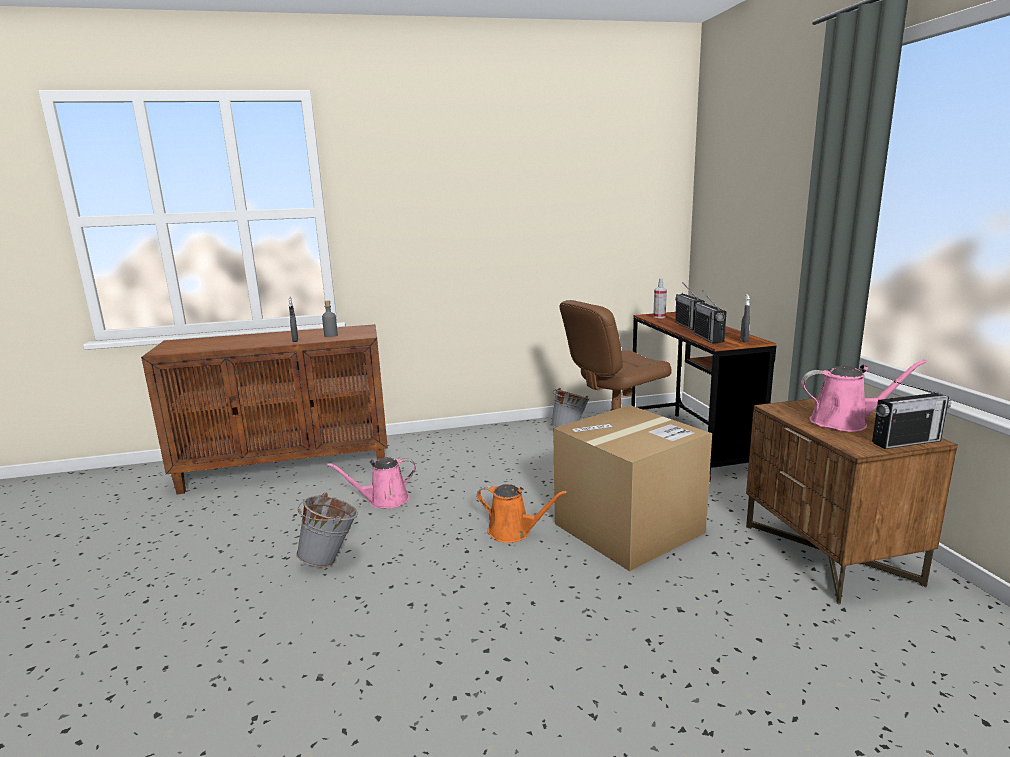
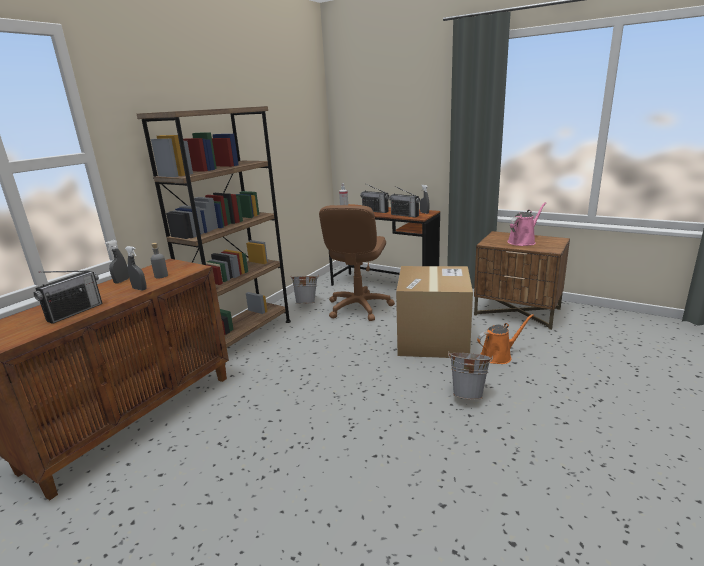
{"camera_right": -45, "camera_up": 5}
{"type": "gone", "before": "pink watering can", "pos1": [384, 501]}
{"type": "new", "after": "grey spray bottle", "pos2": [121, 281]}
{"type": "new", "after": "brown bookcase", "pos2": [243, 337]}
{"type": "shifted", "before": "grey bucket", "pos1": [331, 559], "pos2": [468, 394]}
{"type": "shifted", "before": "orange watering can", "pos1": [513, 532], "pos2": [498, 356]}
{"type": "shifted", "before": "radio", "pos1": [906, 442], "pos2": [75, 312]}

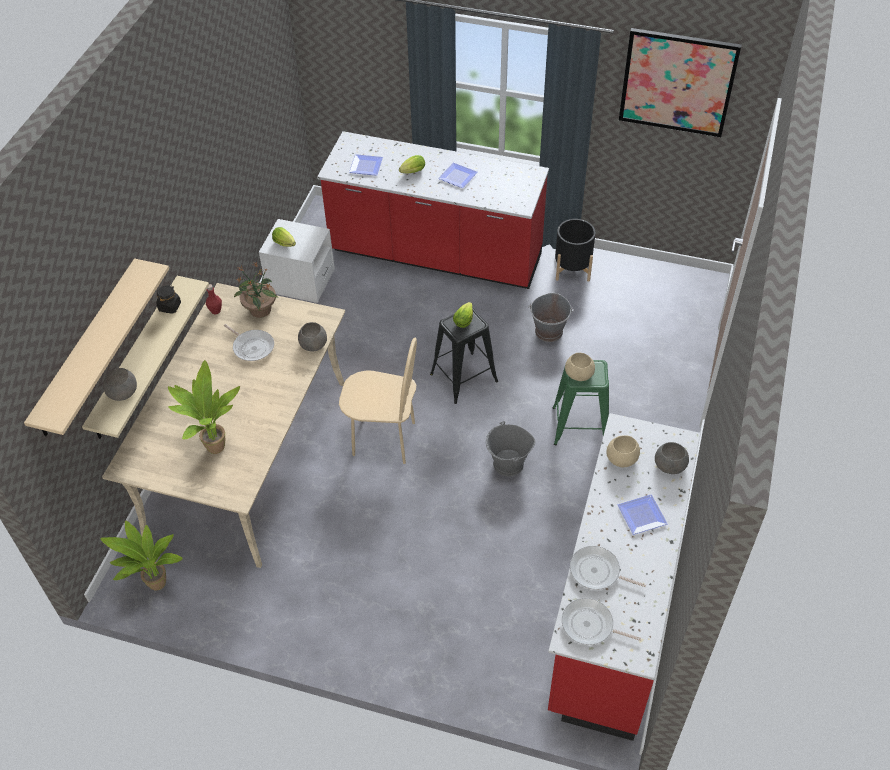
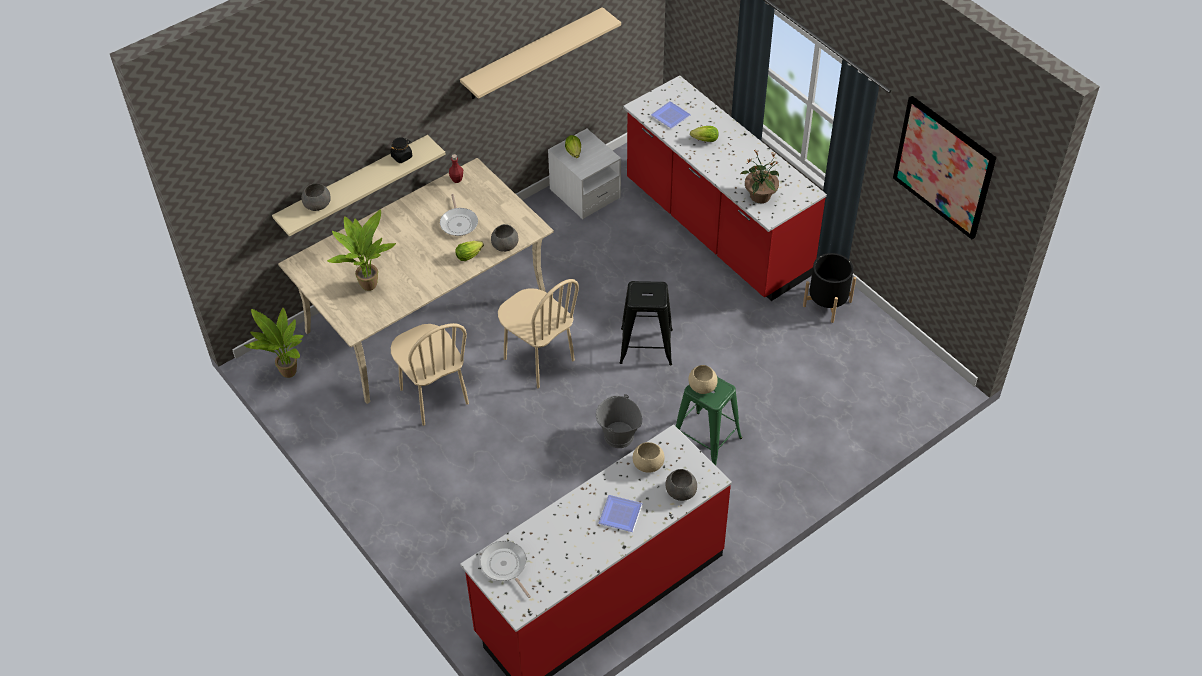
{"camera_right": 35, "camera_up": 0}
{"type": "gone", "before": "plate", "pos1": [459, 176]}
{"type": "gone", "before": "grey bucket", "pos1": [549, 332]}
{"type": "gone", "before": "frying pan", "pos1": [597, 572]}
{"type": "new", "after": "beige chair", "pos2": [433, 397]}
{"type": "shifted", "before": "beige shelf", "pos1": [87, 348], "pos2": [533, 54]}
{"type": "shifted", "before": "potted plant", "pos1": [260, 310], "pos2": [760, 196]}
{"type": "shifted", "before": "lettuce", "pos1": [464, 319], "pos2": [470, 255]}

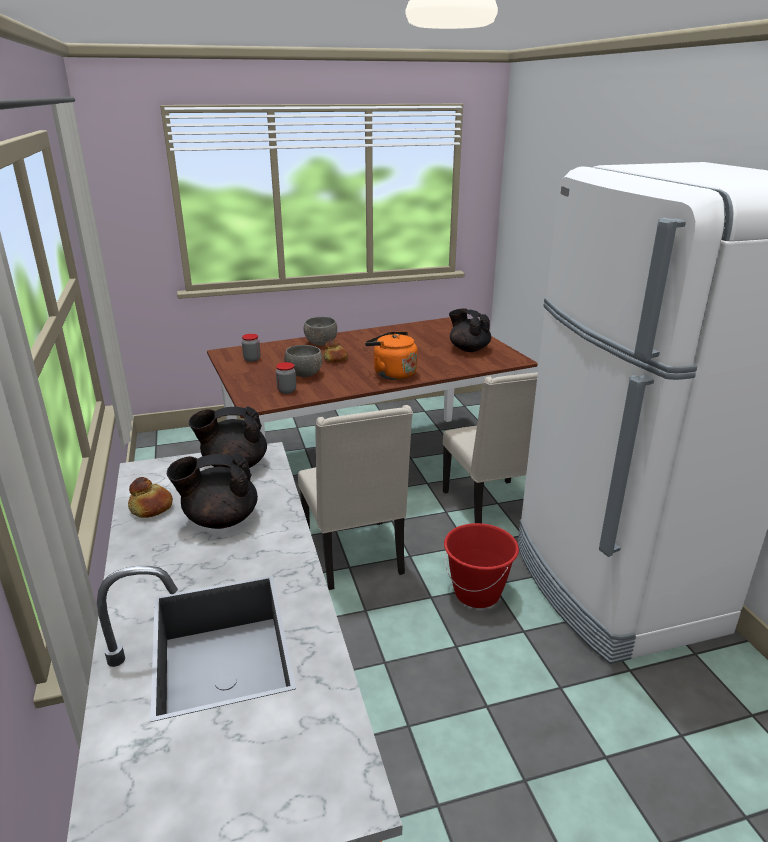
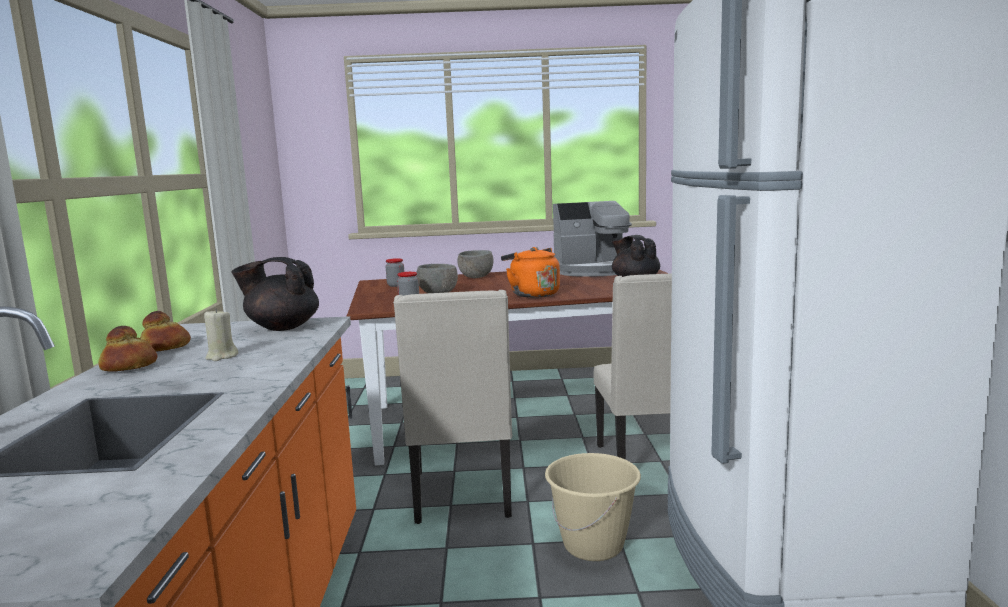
{"camera_right": 15, "camera_up": -15}
{"type": "new", "after": "coffee machine", "pos2": [592, 271]}
{"type": "shifted", "before": "bread", "pos1": [335, 359], "pos2": [129, 367]}
{"type": "swapped", "before": "black teapot", "after": "beige candle", "pos1": [220, 519], "pos2": [221, 357]}
{"type": "repainted", "before": "red bucket", "after": "beige bucket", "pos1": [477, 593], "pos2": [594, 545]}

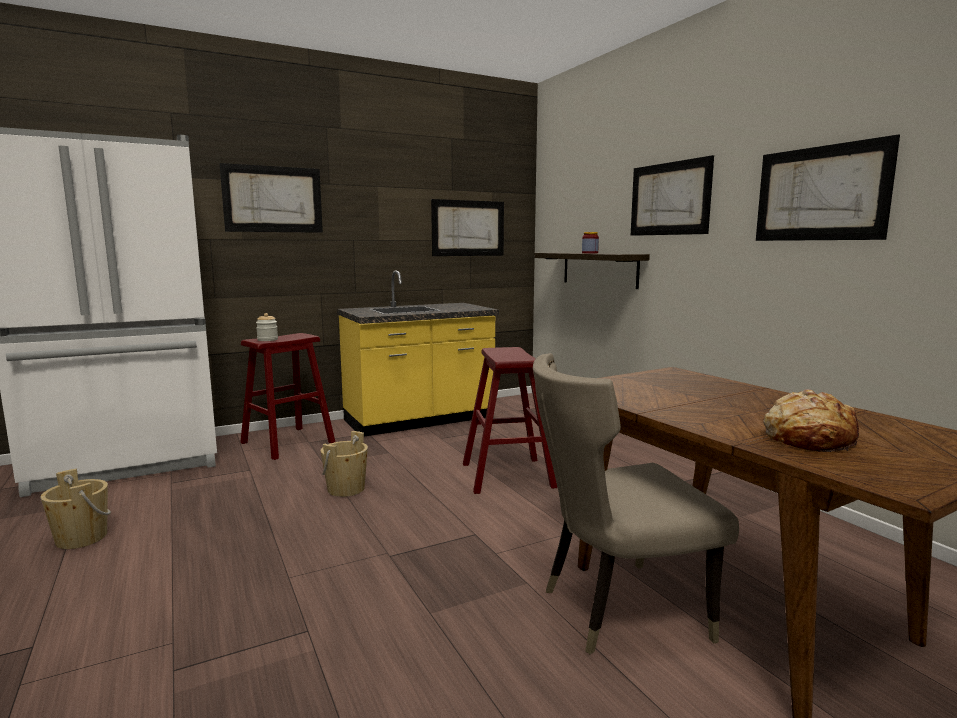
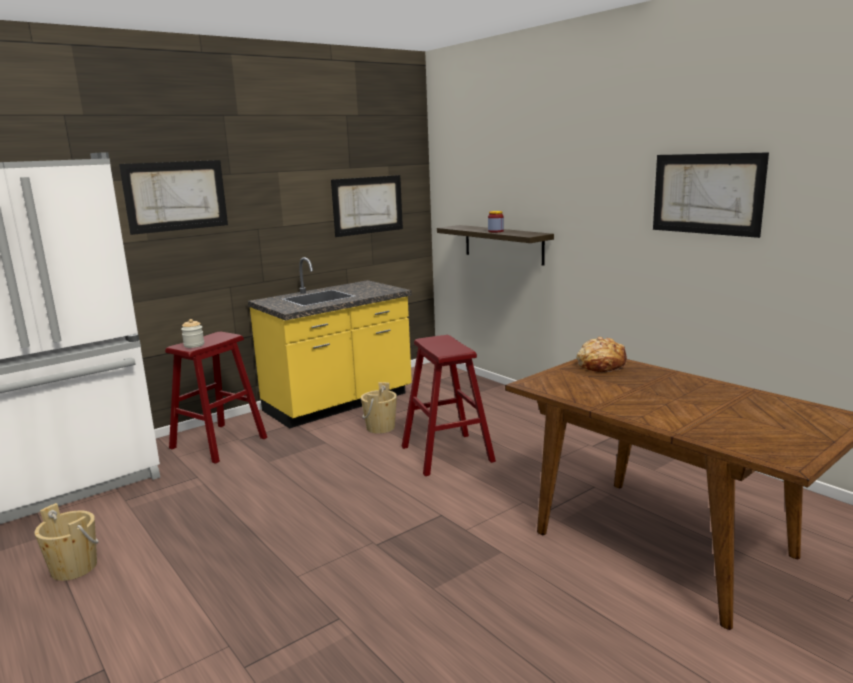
{"camera_right": -10, "camera_up": 5}
{"type": "gone", "before": "beige chair", "pos1": [616, 610]}
{"type": "gone", "before": "picture", "pos1": [669, 199]}
{"type": "shifted", "before": "beige bucket", "pos1": [346, 489], "pos2": [380, 427]}
{"type": "shifted", "before": "bread", "pos1": [808, 438], "pos2": [601, 365]}

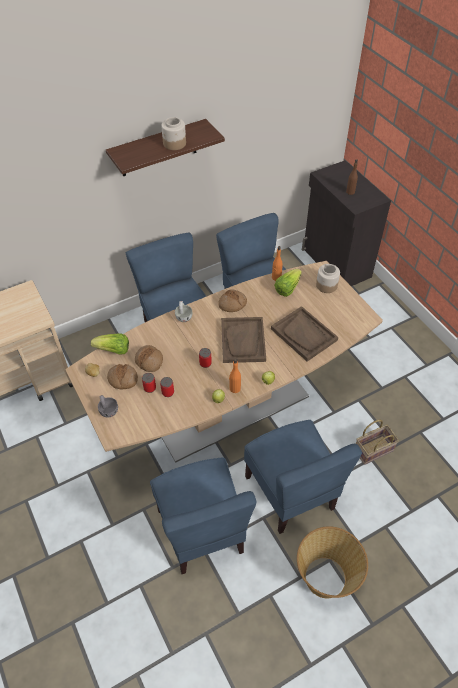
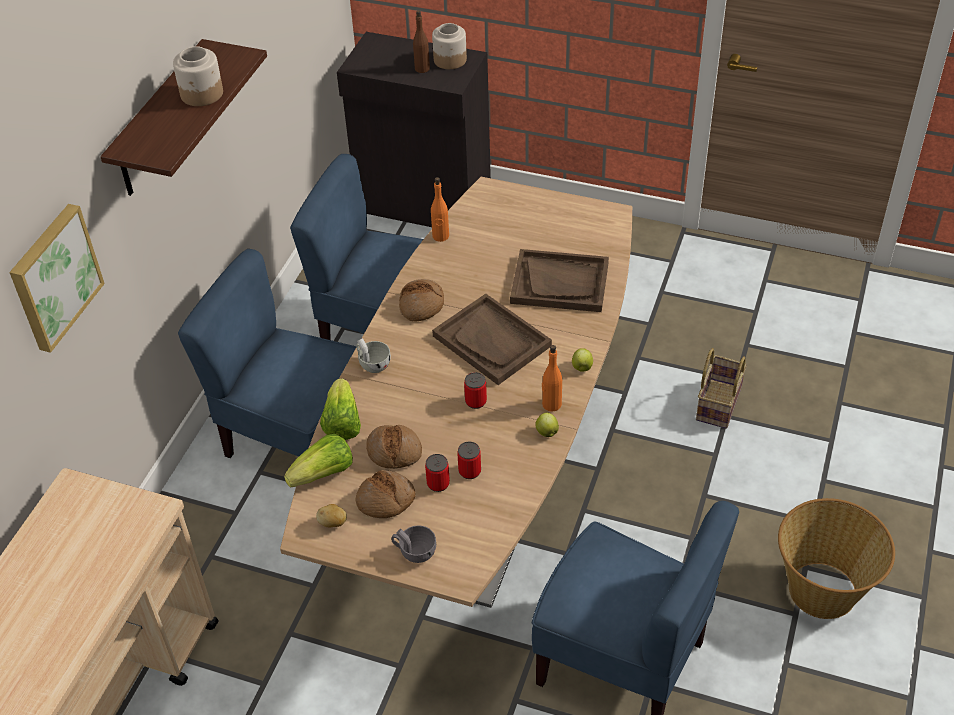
{"camera_right": -40, "camera_up": -5}
{"type": "gone", "before": "blue chair", "pos1": [291, 492]}
{"type": "new", "after": "picture", "pos2": [53, 276]}
{"type": "shifted", "before": "lettuce", "pos1": [287, 288], "pos2": [342, 422]}
{"type": "shifted", "before": "jar", "pos1": [326, 285], "pos2": [449, 60]}

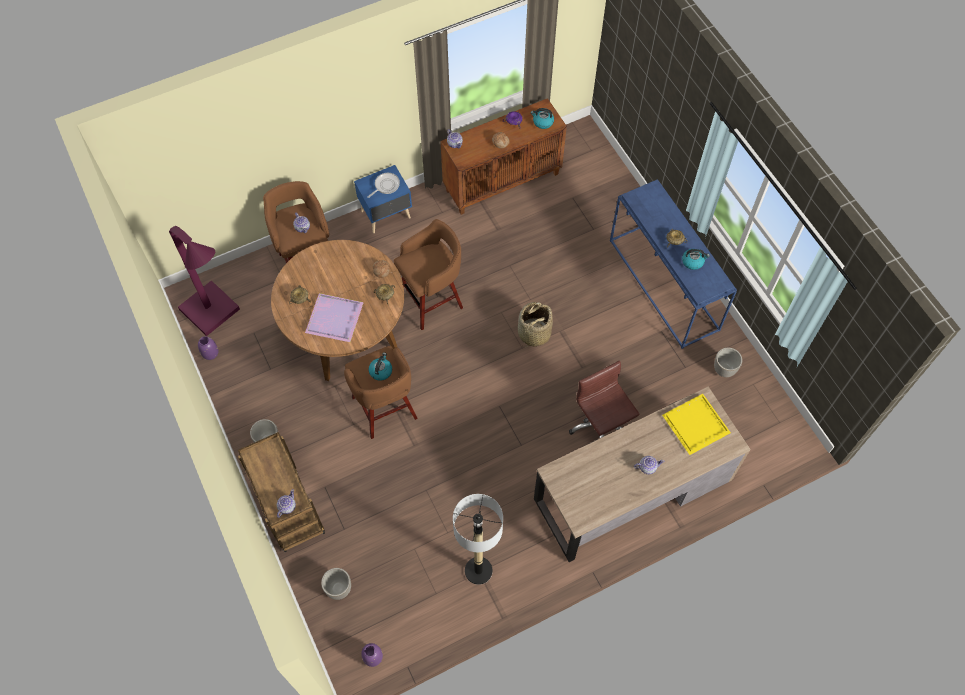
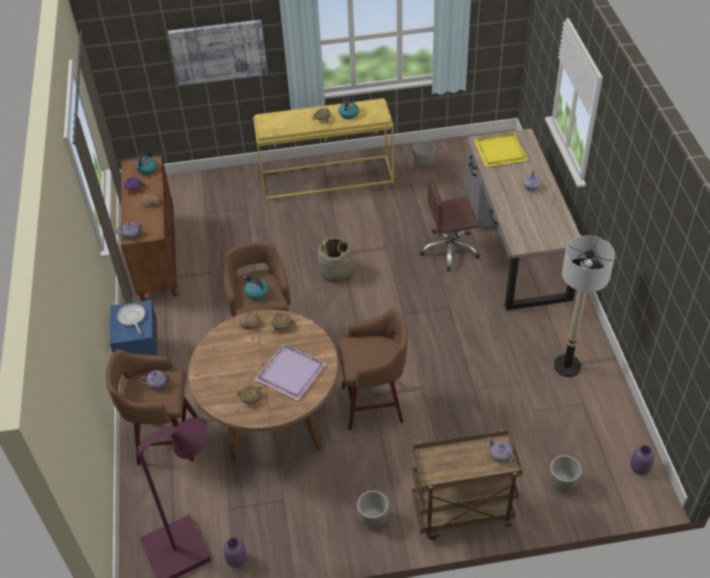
{"camera_right": -70, "camera_up": -15}
{"type": "new", "after": "picture", "pos2": [218, 51]}
{"type": "shifted", "before": "kettle", "pos1": [381, 371], "pos2": [256, 292]}
{"type": "repainted", "before": "blue console table", "after": "yellow console table", "pos1": [664, 285], "pos2": [327, 177]}

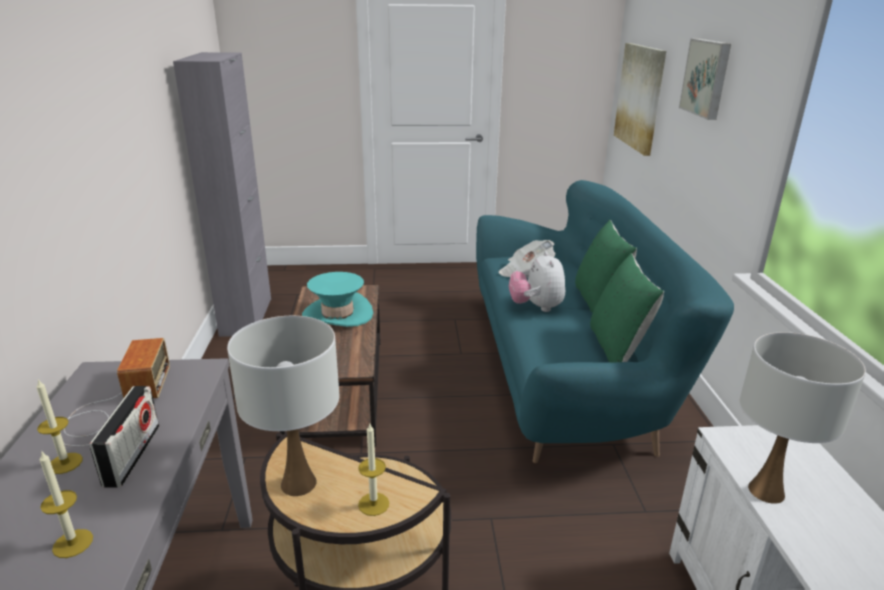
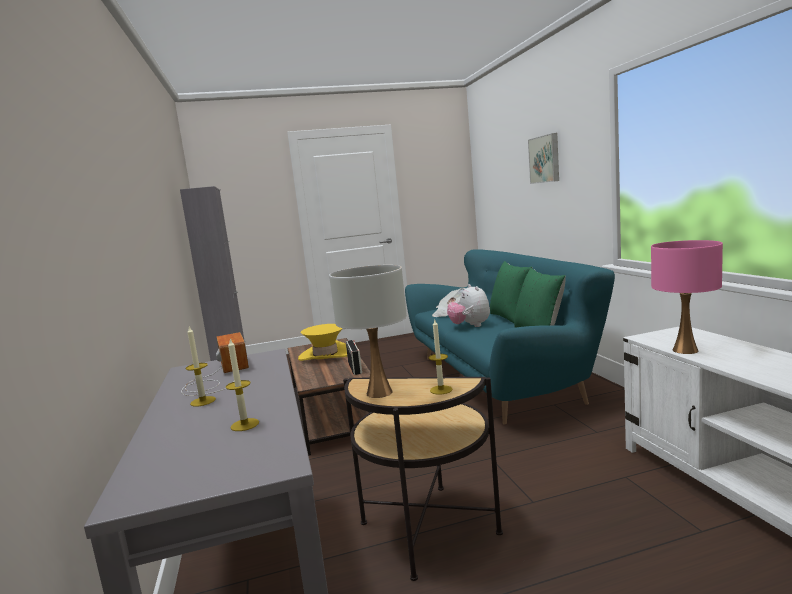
{"camera_right": -10, "camera_up": -15}
{"type": "gone", "before": "picture", "pos1": [640, 97]}
{"type": "shifted", "before": "radio", "pos1": [132, 455], "pos2": [355, 368]}
{"type": "repainted", "before": "turquoise hat", "after": "yellow hat", "pos1": [337, 314], "pos2": [325, 355]}
{"type": "repainted", "before": "white table lamp", "after": "pink table lamp", "pos1": [767, 491], "pos2": [685, 350]}

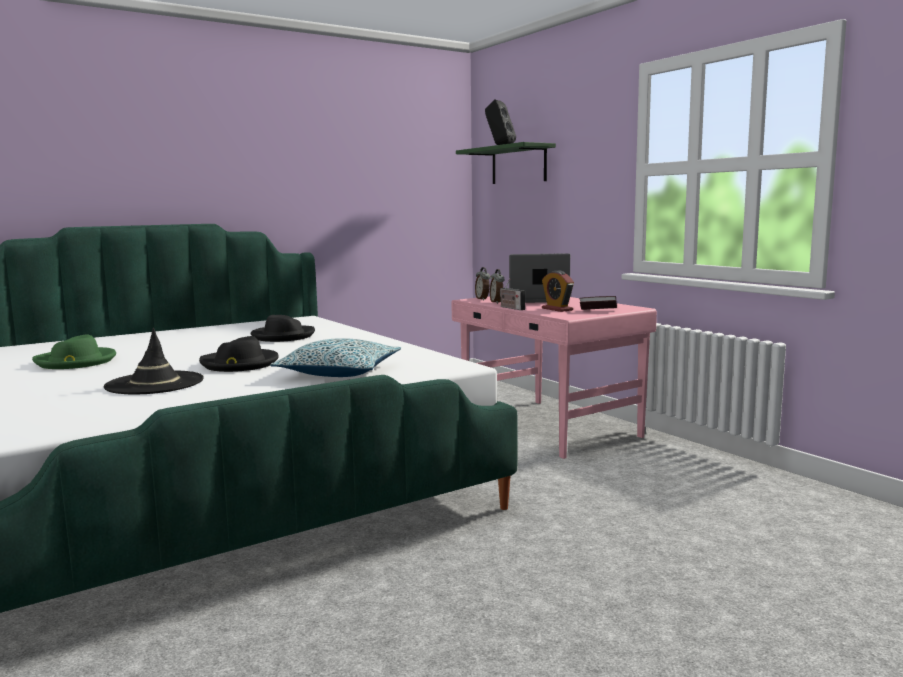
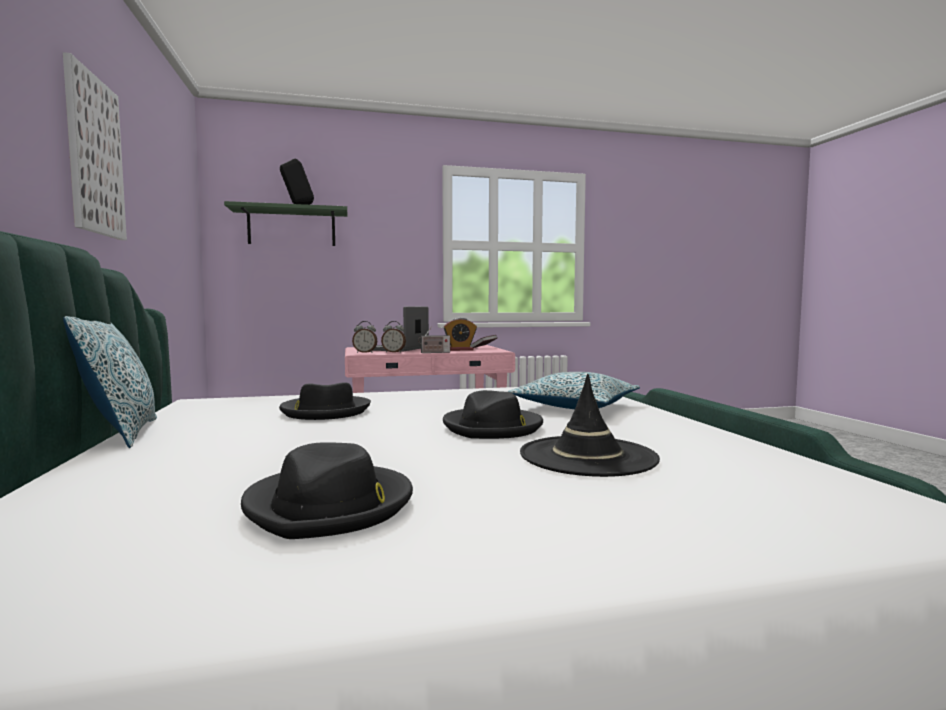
{"camera_right": -70, "camera_up": -5}
{"type": "new", "after": "picture", "pos2": [94, 156]}
{"type": "new", "after": "pillow", "pos2": [121, 433]}
{"type": "repainted", "before": "green hat", "after": "black hat", "pos1": [76, 362], "pos2": [331, 505]}

